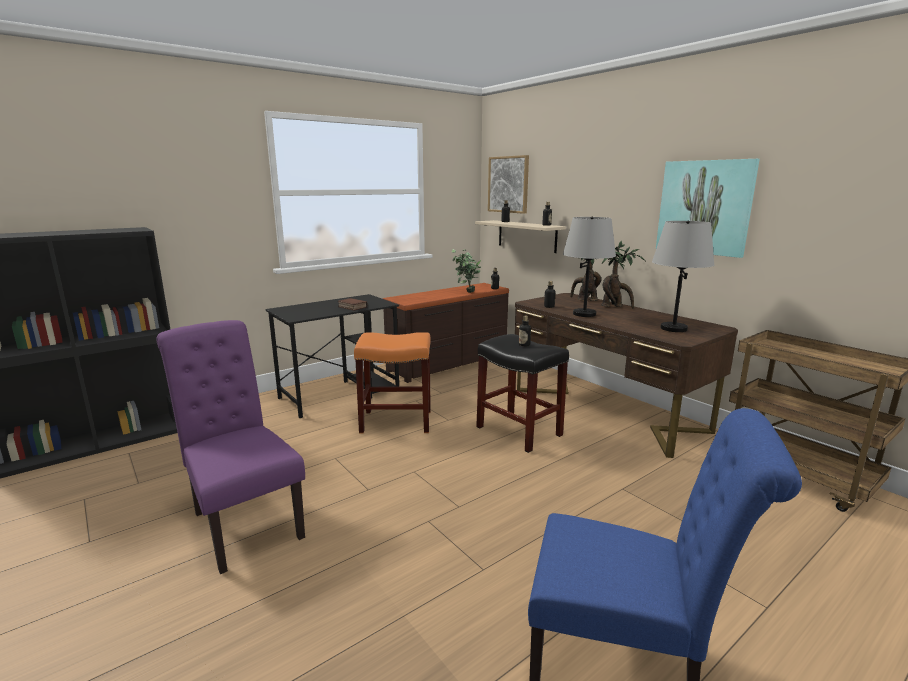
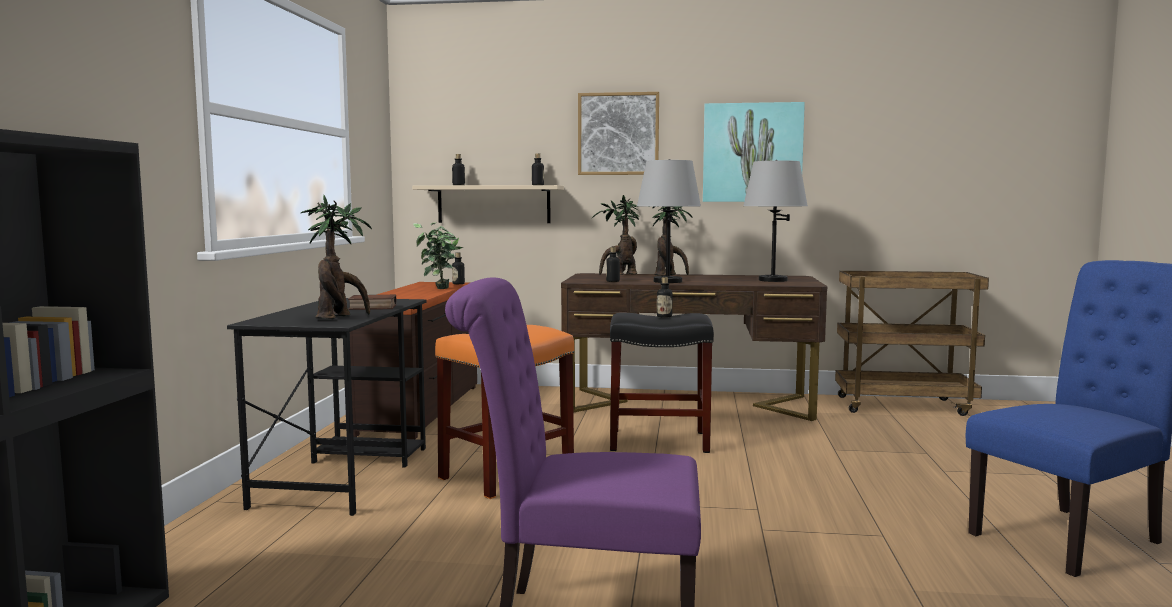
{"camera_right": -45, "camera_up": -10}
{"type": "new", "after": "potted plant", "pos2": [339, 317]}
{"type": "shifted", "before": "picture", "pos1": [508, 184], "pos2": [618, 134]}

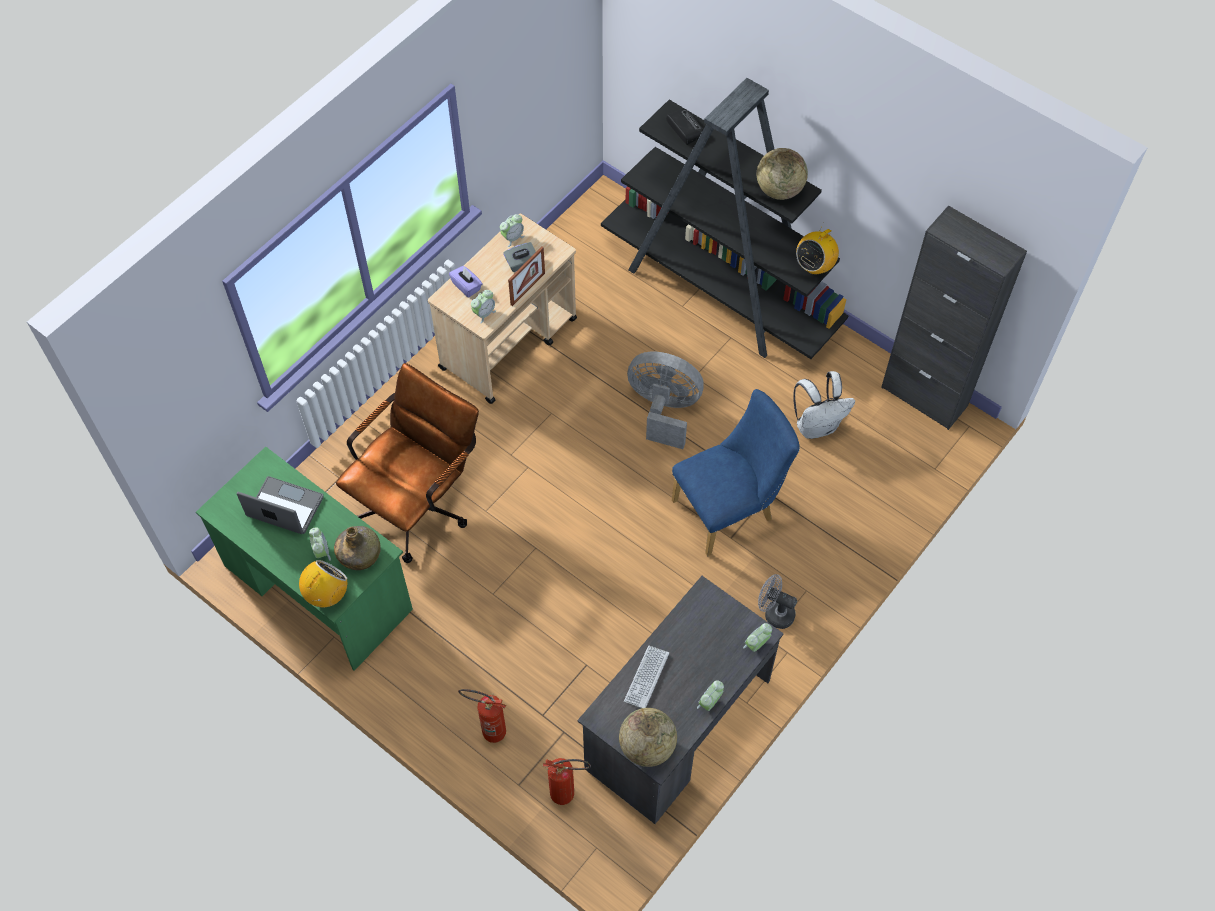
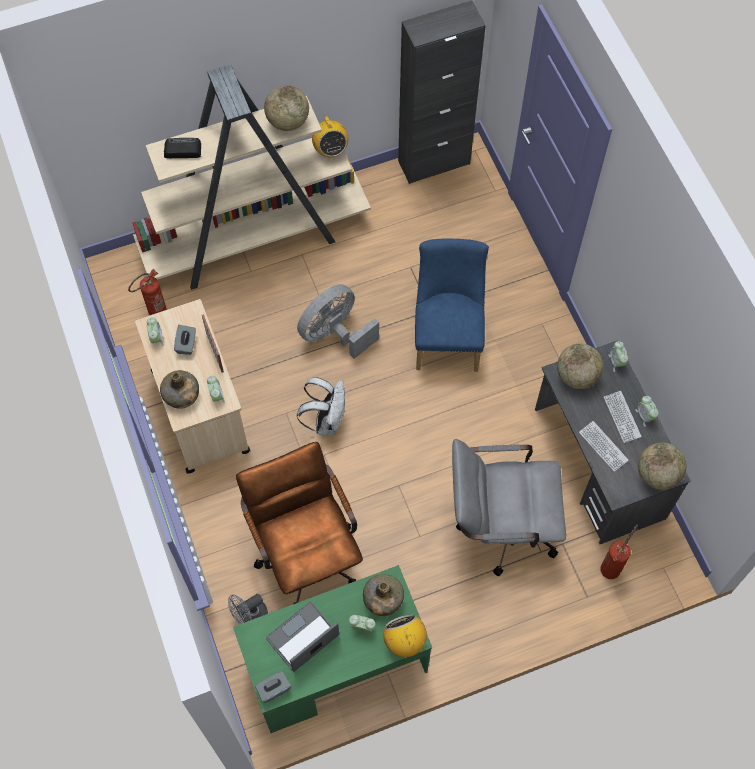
{"camera_right": -60, "camera_up": 5}
{"type": "new", "after": "grey tissue box", "pos2": [273, 689]}
{"type": "new", "after": "grey office chair", "pos2": [499, 526]}
{"type": "new", "after": "globe", "pos2": [577, 376]}
{"type": "new", "after": "keyboard", "pos2": [622, 417]}
{"type": "shifted", "before": "fire extinguisher", "pos1": [488, 730], "pos2": [154, 314]}
{"type": "shifted", "before": "grey fan", "pos1": [774, 613], "pos2": [250, 615]}
{"type": "shifted", "before": "white backpack", "pos1": [817, 426], "pos2": [326, 420]}
{"type": "swapped", "before": "purple tissue box", "after": "green bottle", "pos1": [466, 286], "pos2": [181, 395]}
{"type": "repainted", "before": "black bookcase", "after": "beige bookcase", "pos1": [720, 291], "pos2": [255, 238]}

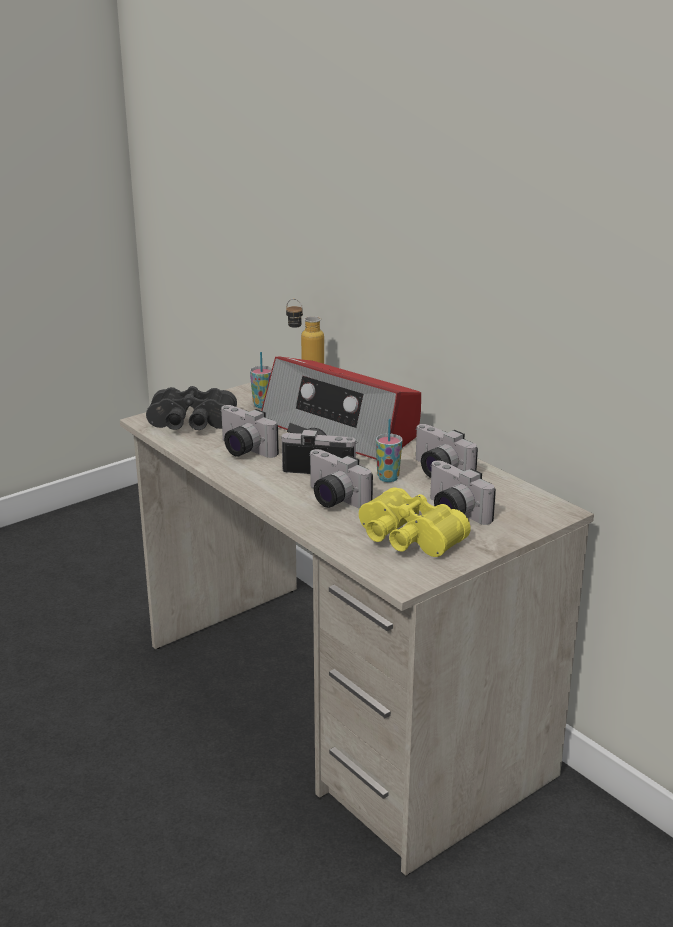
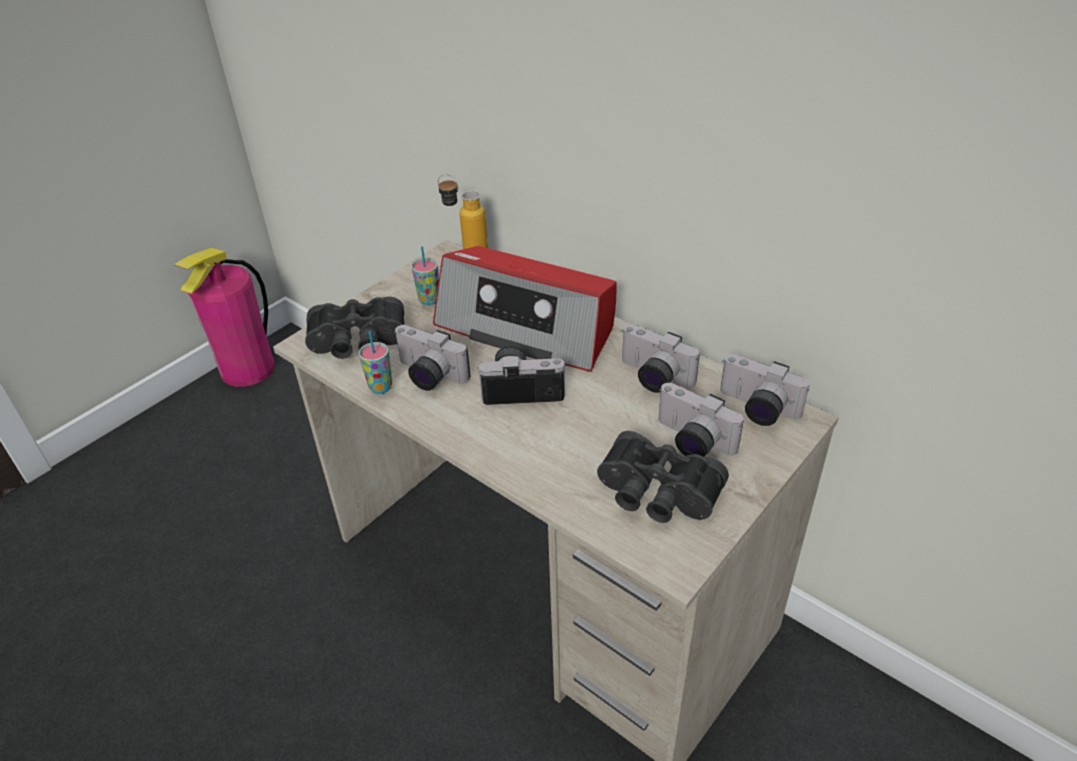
{"camera_right": -10, "camera_up": 15}
{"type": "new", "after": "fire extinguisher", "pos2": [248, 369]}
{"type": "shifted", "before": "photo camera", "pos1": [332, 499], "pos2": [756, 409]}
{"type": "shifted", "before": "cup", "pos1": [388, 478], "pos2": [380, 387]}
{"type": "repainted", "before": "yellow binoculars", "after": "black binoculars", "pos1": [406, 539], "pos2": [656, 495]}

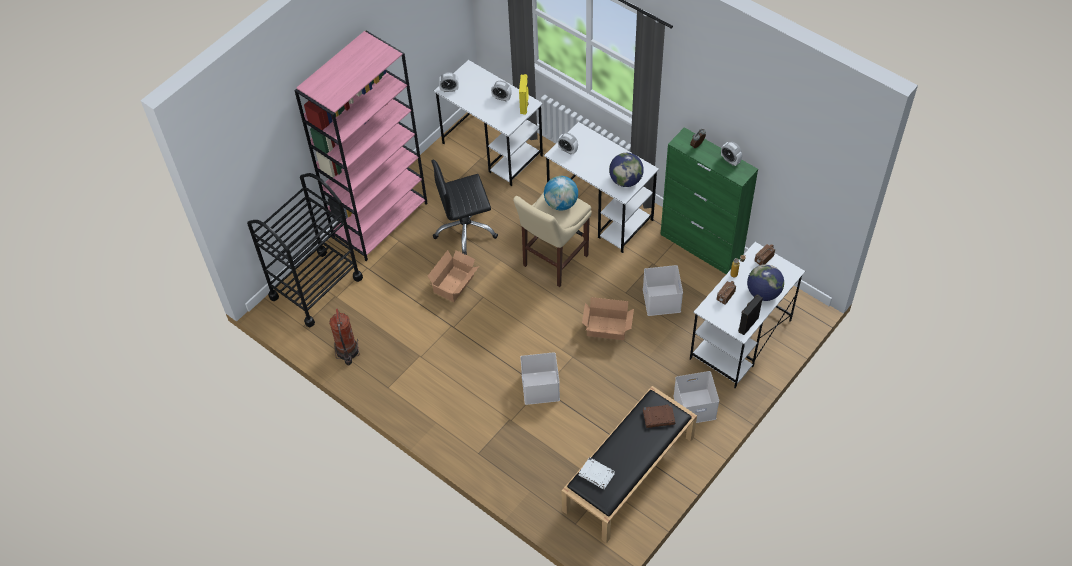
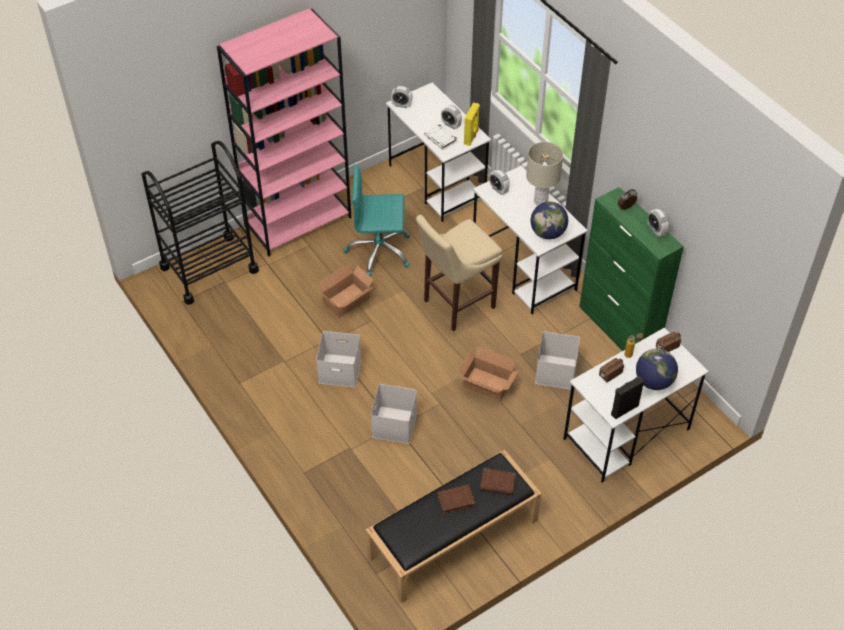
{"camera_right": 15, "camera_up": -5}
{"type": "gone", "before": "fire extinguisher", "pos1": [347, 352]}
{"type": "gone", "before": "globe", "pos1": [561, 203]}
{"type": "new", "after": "brown book", "pos2": [455, 500]}
{"type": "new", "after": "beige table lamp", "pos2": [540, 201]}
{"type": "shifted", "before": "white book", "pos1": [597, 474], "pos2": [441, 139]}
{"type": "shifted", "before": "white storage box", "pos1": [694, 408], "pos2": [339, 371]}
{"type": "repainted", "before": "black office chair", "after": "turquoise office chair", "pos1": [465, 229], "pos2": [379, 251]}

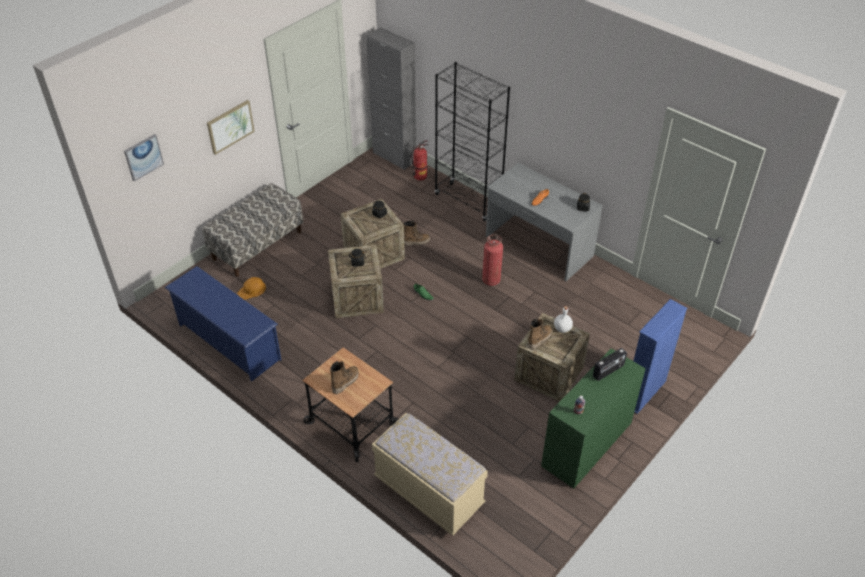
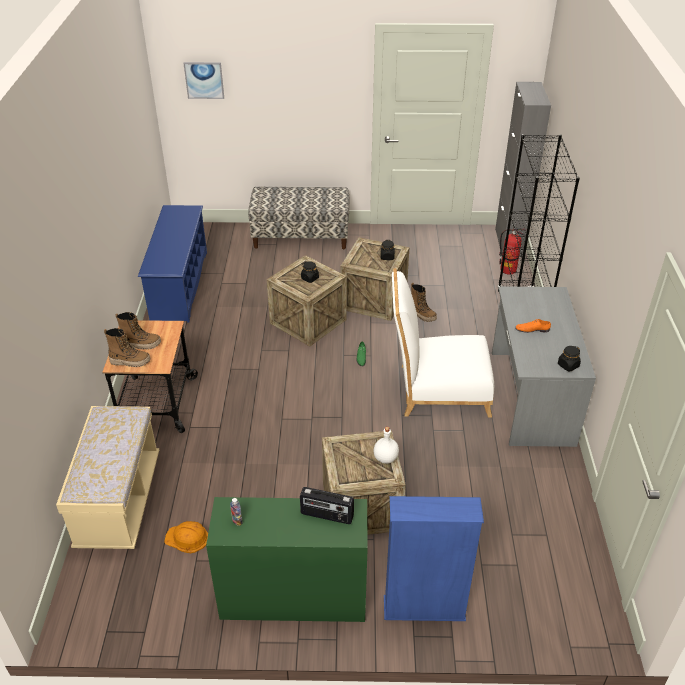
{"camera_right": 50, "camera_up": -5}
{"type": "gone", "before": "picture", "pos1": [230, 126]}
{"type": "shifted", "before": "orange hard hat", "pos1": [252, 290], "pos2": [187, 538]}
{"type": "shifted", "before": "boot", "pos1": [539, 339], "pos2": [130, 361]}
{"type": "swapped", "before": "fire extinguisher", "after": "white chair", "pos1": [491, 280], "pos2": [437, 390]}

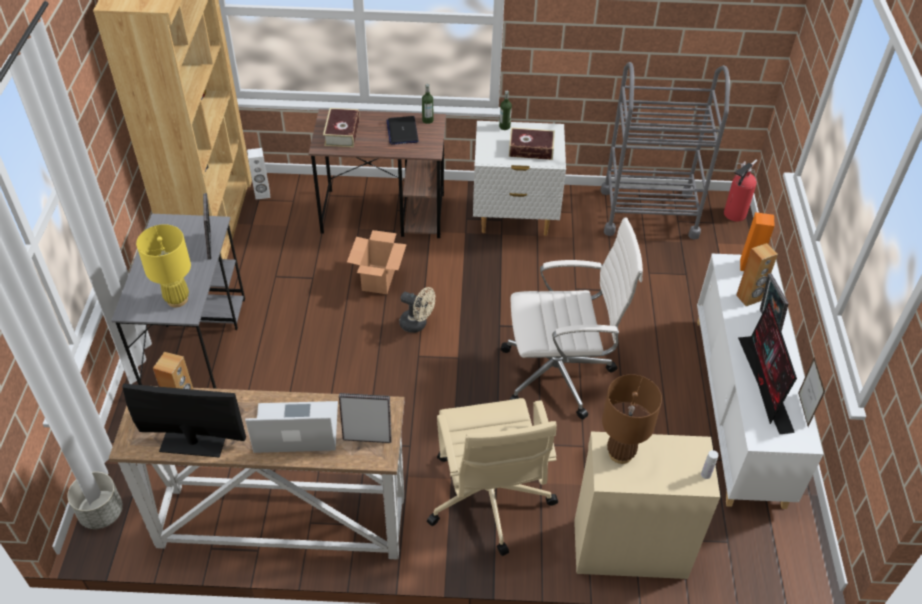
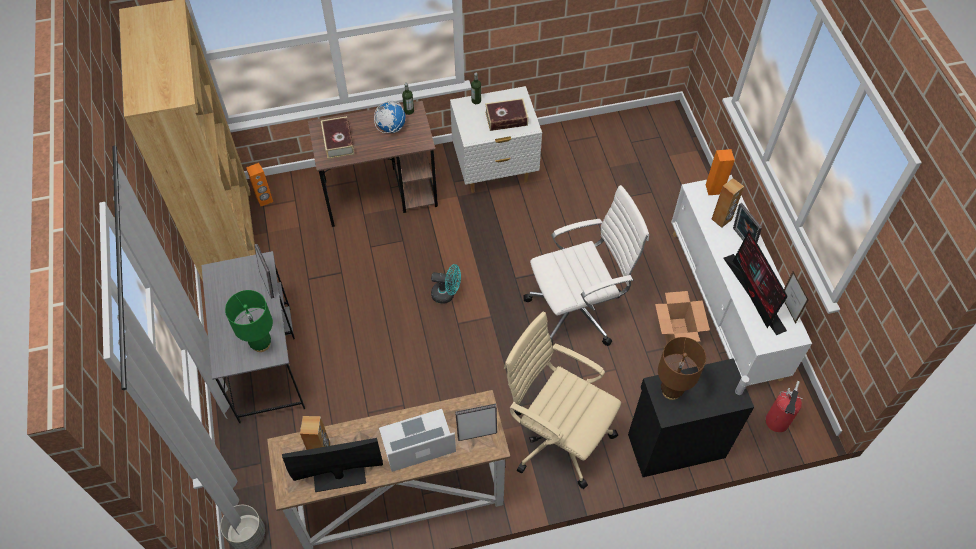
{"camera_right": -15, "camera_up": 10}
{"type": "gone", "before": "grey cart", "pos1": [648, 213]}
{"type": "shifted", "before": "cardboard box", "pos1": [378, 279], "pos2": [676, 333]}
{"type": "shifted", "before": "fire extinguisher", "pos1": [733, 215], "pos2": [776, 423]}
{"type": "swapped", "before": "laptop", "after": "globe", "pos1": [402, 131], "pos2": [391, 127]}
{"type": "repainted", "before": "yellow table lamp", "after": "green table lamp", "pos1": [177, 299], "pos2": [261, 344]}
{"type": "repainted", "before": "white speaker", "after": "orange speaker", "pos1": [262, 194], "pos2": [265, 200]}
{"type": "repainted", "before": "beige fan", "after": "turquoise fan", "pos1": [417, 324], "pos2": [447, 294]}
{"type": "repainted", "before": "beige cabinet", "after": "black cabinet", "pos1": [628, 547], "pos2": [675, 444]}
{"type": "rotated", "before": "beige office chair", "pos1": [489, 500], "pos2": [557, 435], "turn": 150}

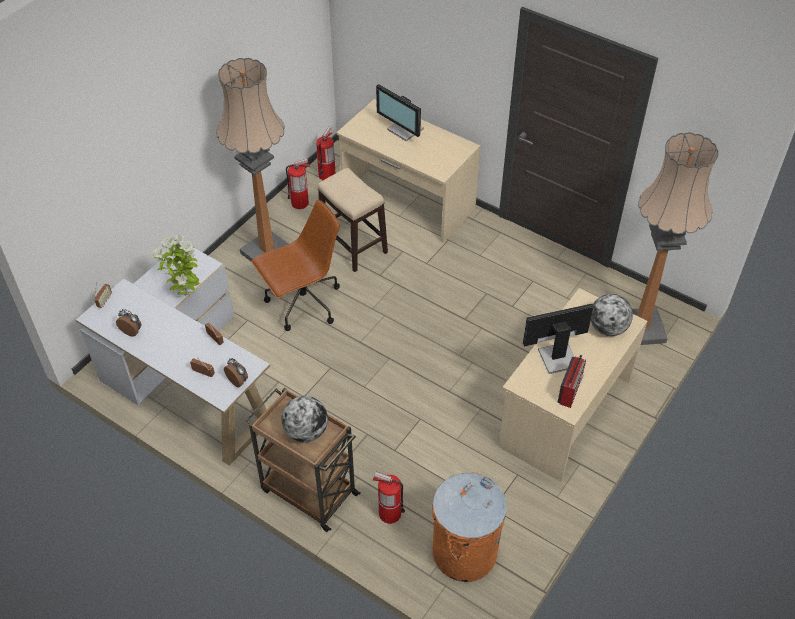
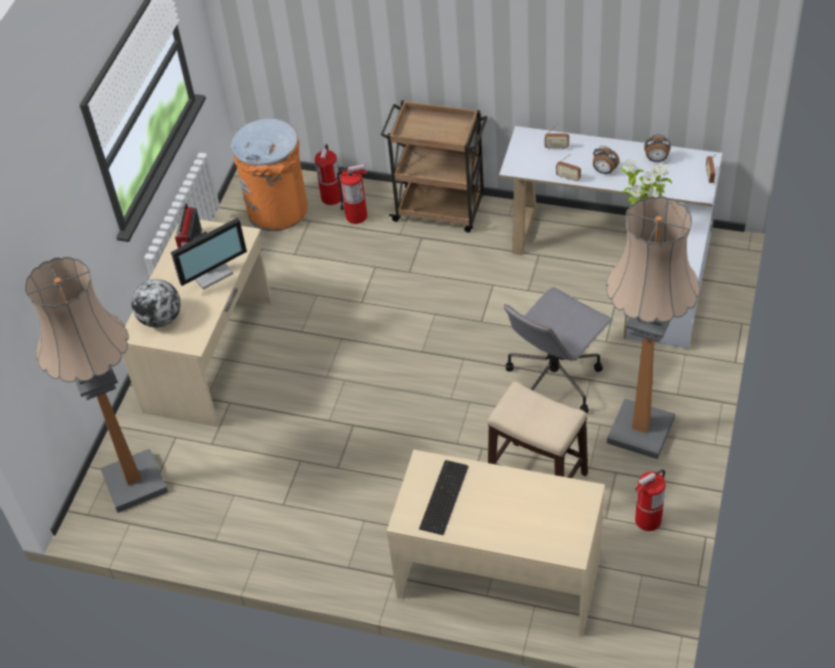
{"camera_right": 165, "camera_up": 0}
{"type": "gone", "before": "globe", "pos1": [306, 432]}
{"type": "gone", "before": "monitor", "pos1": [404, 130]}
{"type": "new", "after": "keyboard", "pos2": [442, 498]}
{"type": "shifted", "before": "alarm clock", "pos1": [238, 381], "pos2": [604, 171]}
{"type": "shifted", "before": "fire extinguisher", "pos1": [327, 175], "pos2": [331, 198]}
{"type": "repainted", "before": "brown office chair", "after": "grey office chair", "pos1": [303, 304], "pos2": [554, 380]}

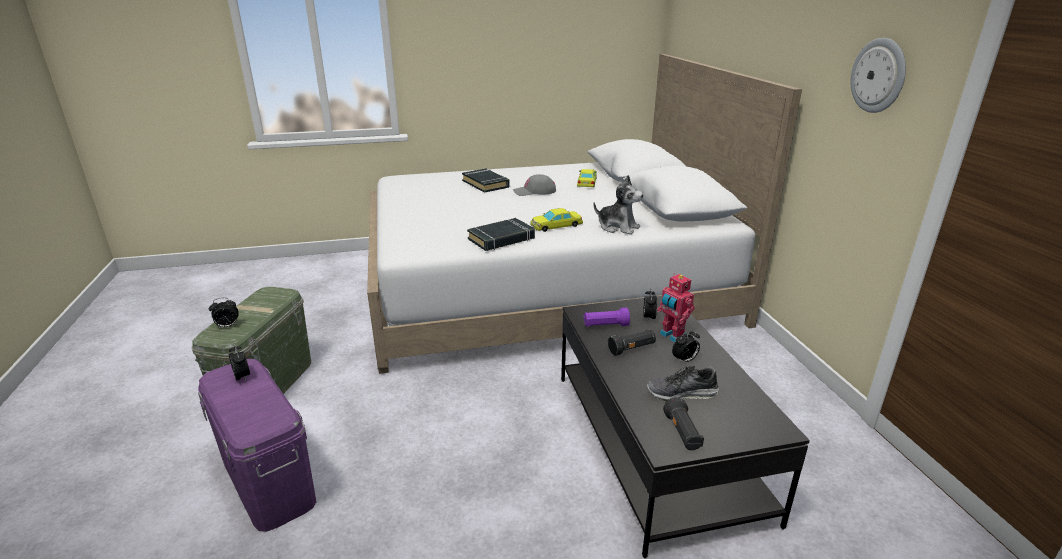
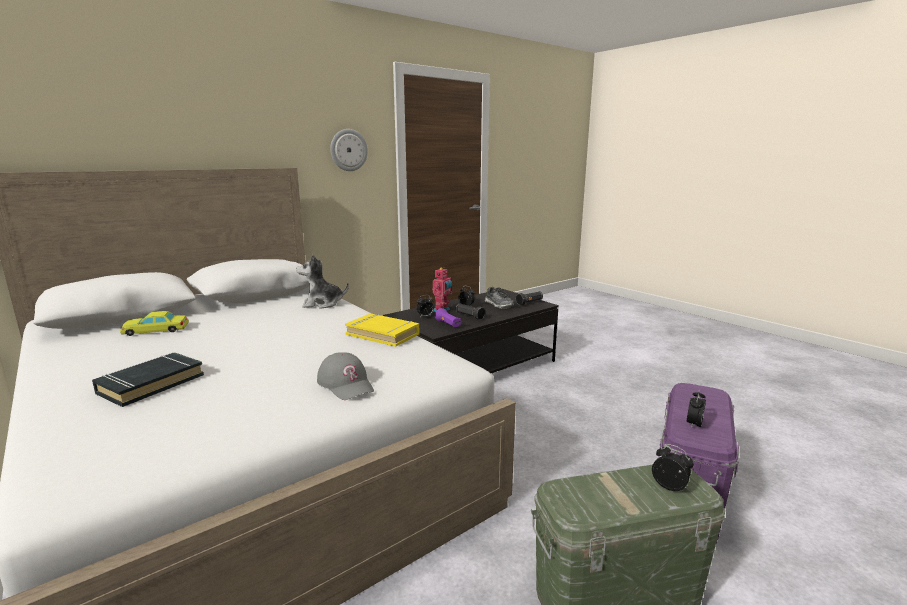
{"camera_right": -115, "camera_up": -10}
{"type": "gone", "before": "yellow toy car", "pos1": [556, 225]}
{"type": "shifted", "before": "grey cap", "pos1": [534, 192], "pos2": [346, 384]}
{"type": "repainted", "before": "black book", "after": "yellow book", "pos1": [501, 239], "pos2": [383, 334]}
{"type": "rotated", "before": "plush toy", "pos1": [618, 227], "pos2": [322, 304], "turn": -105}

